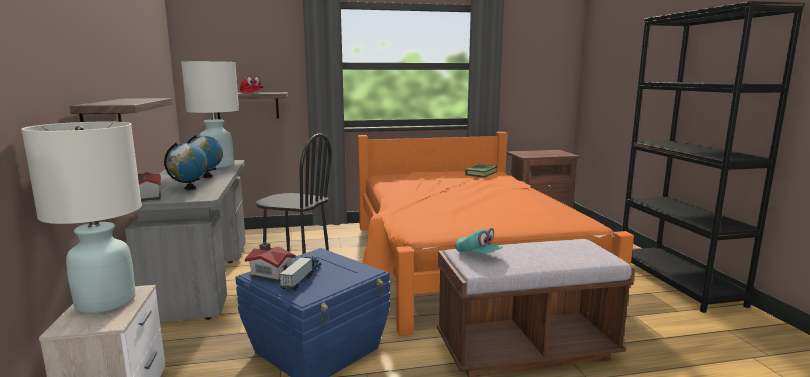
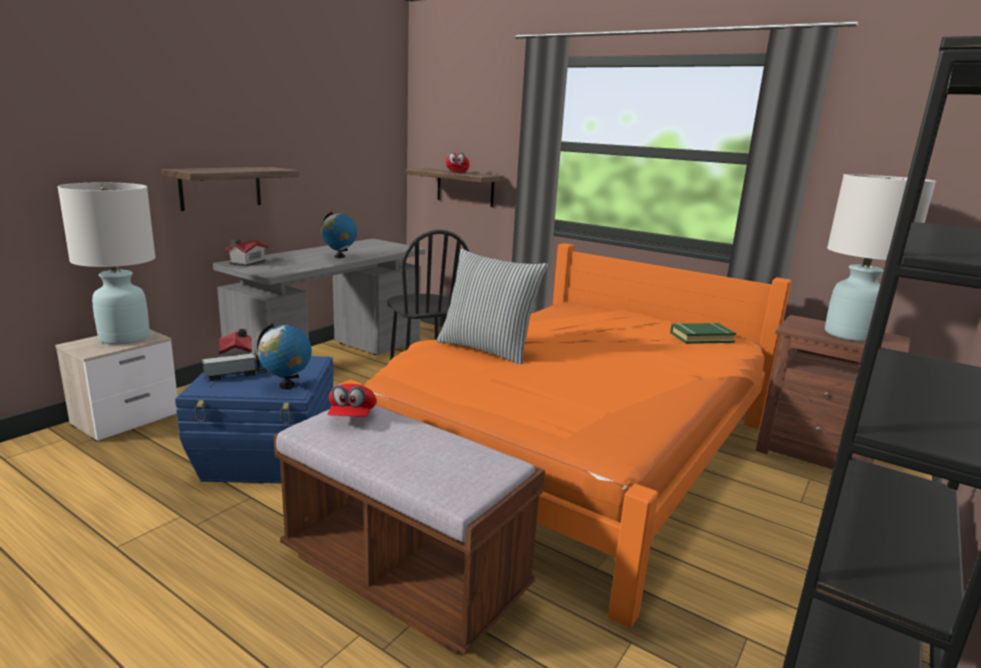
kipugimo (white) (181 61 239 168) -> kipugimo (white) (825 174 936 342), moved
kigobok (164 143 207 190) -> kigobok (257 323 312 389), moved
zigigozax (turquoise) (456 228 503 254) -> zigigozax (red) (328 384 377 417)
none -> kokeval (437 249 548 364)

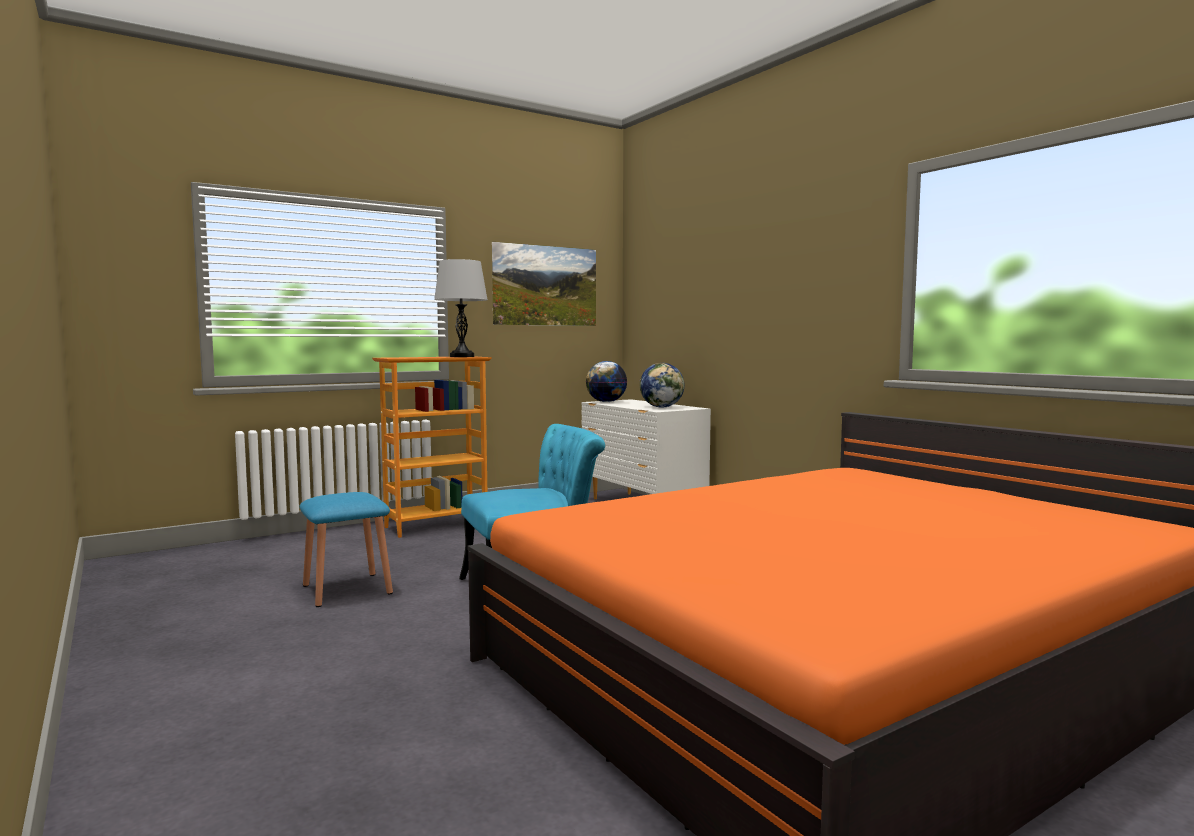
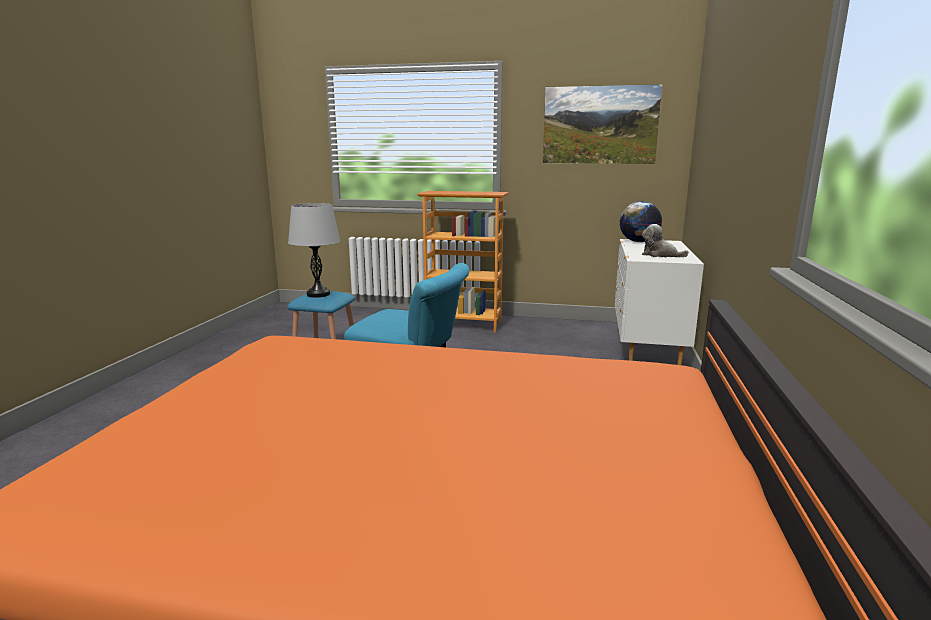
kipugimo (grey) (434 259 488 357) -> kipugimo (grey) (288 203 340 298), moved
kigobok (640 363 684 408) -> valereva (642 224 689 257)

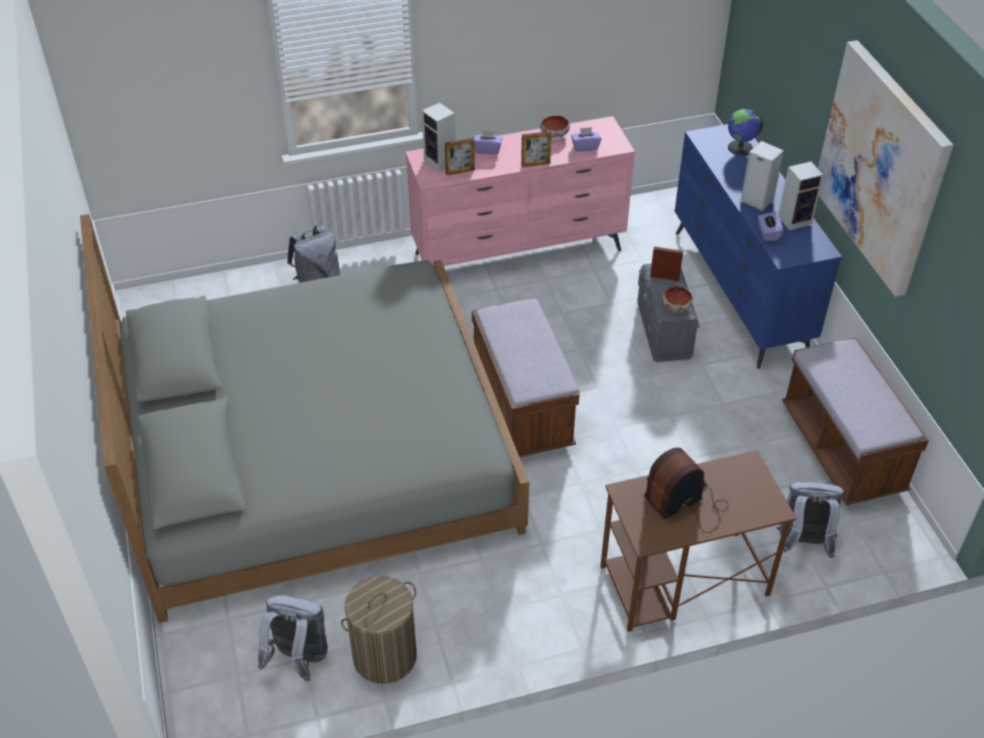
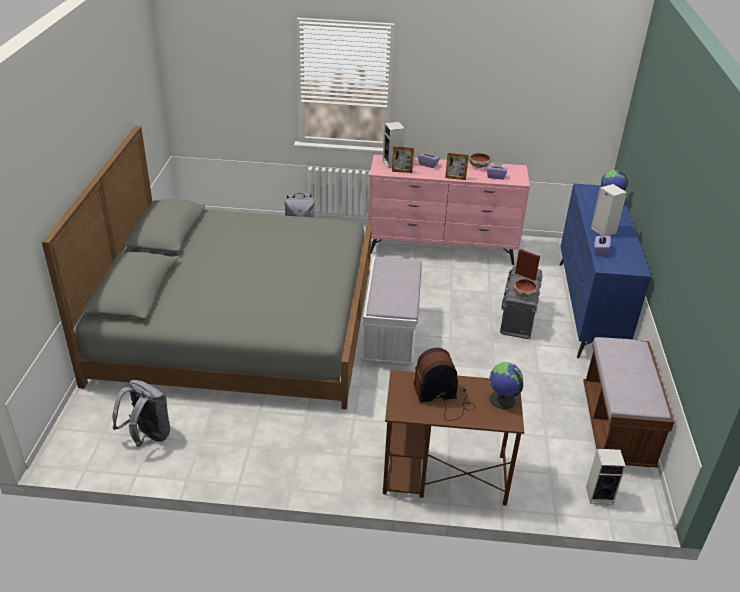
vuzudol (818 40 953 297) -> none
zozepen (778 161 823 230) -> zozepen (586 449 626 505), moved
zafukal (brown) (472 298 580 457) -> zafukal (white) (362 257 422 366)
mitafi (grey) (777 482 844 558) -> none
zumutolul (341 576 417 684) -> none
none -> kigobok (489 362 524 409)

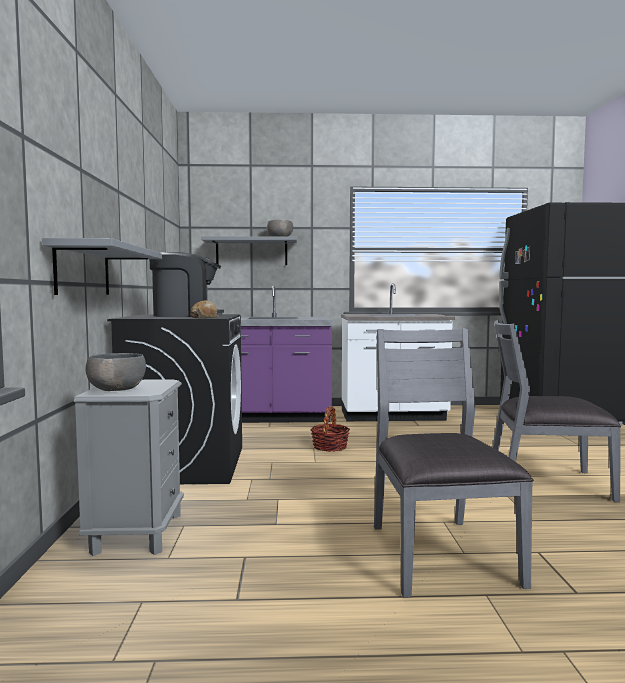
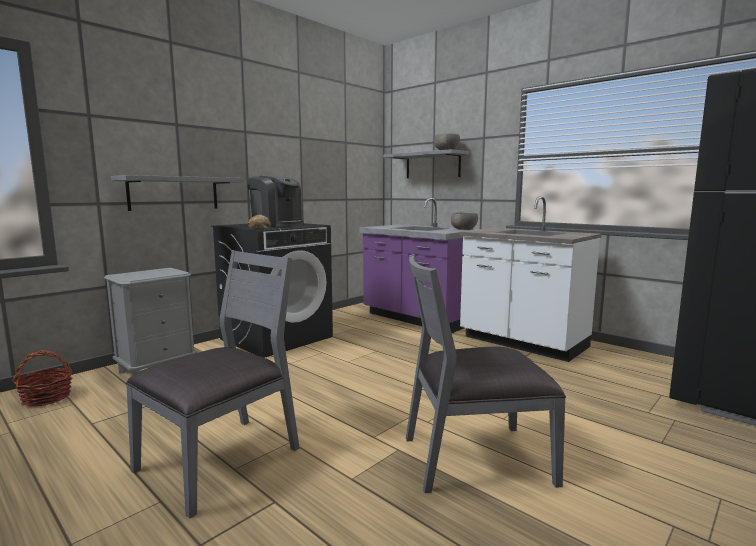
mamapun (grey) (493 320 621 502) -> mamapun (grey) (406 254 566 493), 60 degrees counterclockwise
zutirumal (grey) (86 353 146 391) -> zutirumal (grey) (451 213 478 230), moved
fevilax (310 406 350 452) -> fevilax (13 351 72 407), moved

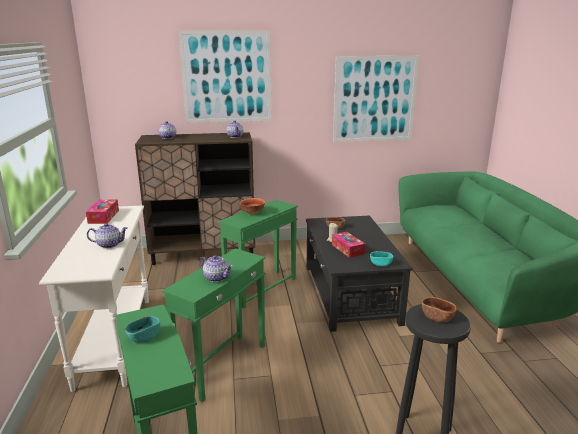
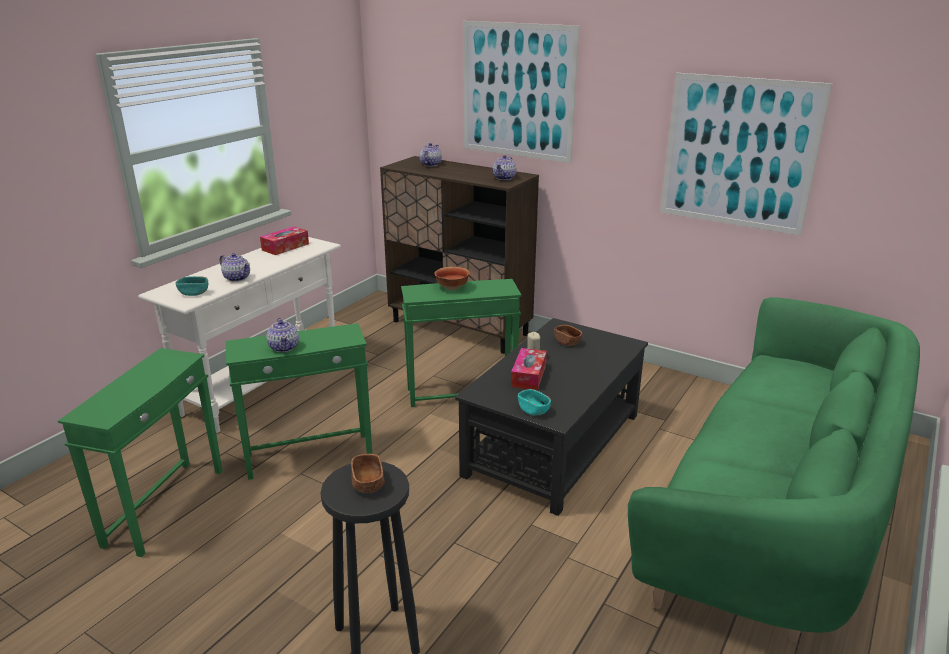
zutirumal (turquoise) (125 316 160 343) -> zutirumal (turquoise) (176 276 208 296), moved

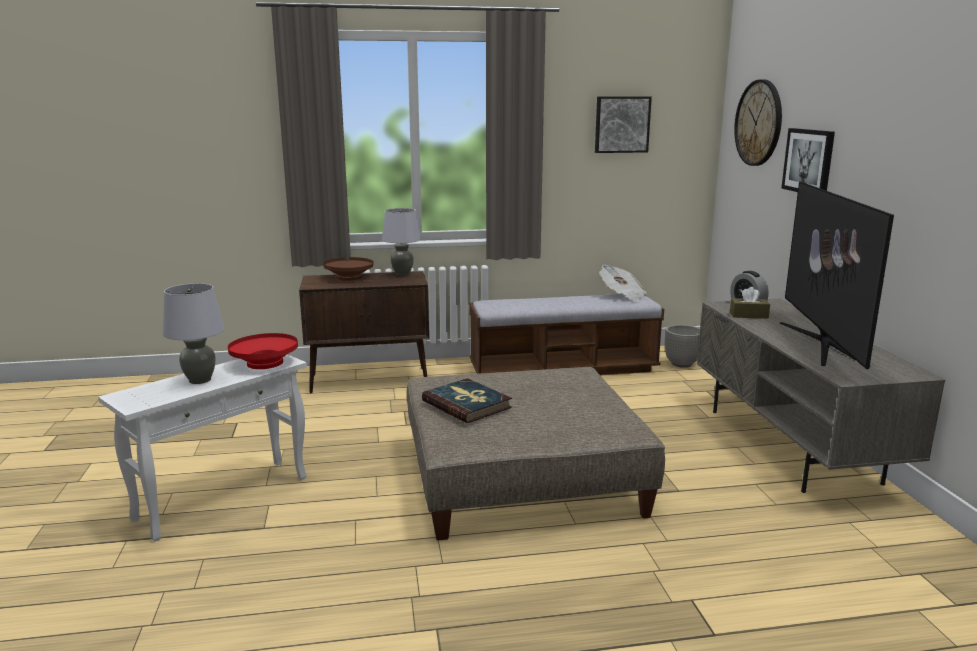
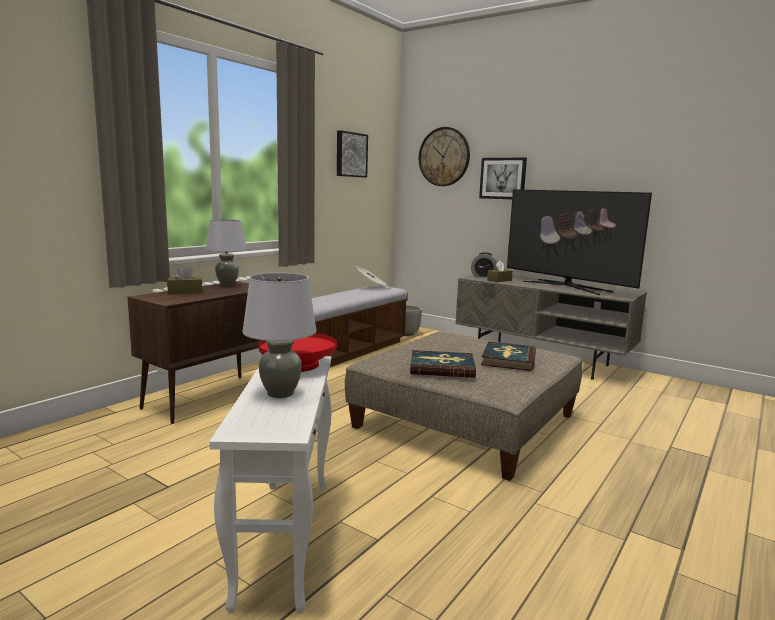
zutirumal (brown) (323 257 373 281) -> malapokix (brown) (167 265 202 294)
none -> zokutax (481 341 536 371)

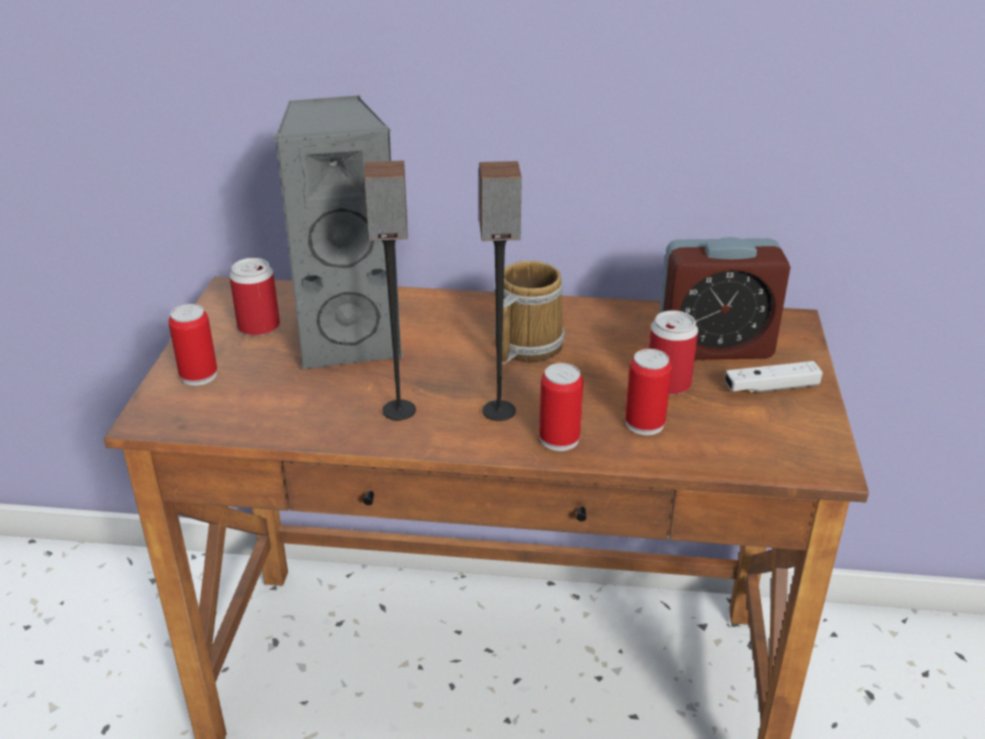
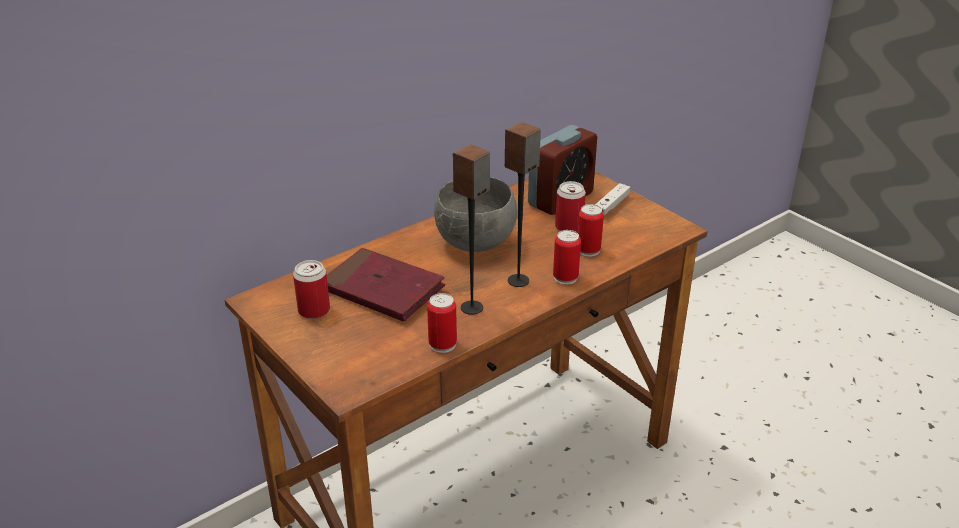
zozepen (grey) (274 95 404 369) -> zokutax (red) (327 248 445 322)
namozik (495 261 565 364) -> zutirumal (grey) (434 177 517 252)
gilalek (168 304 217 386) -> gilalek (427 293 457 353), moved

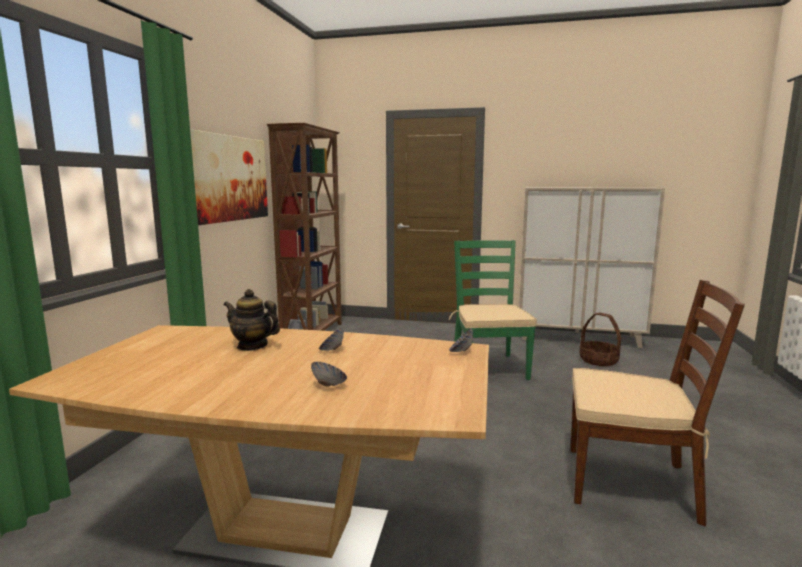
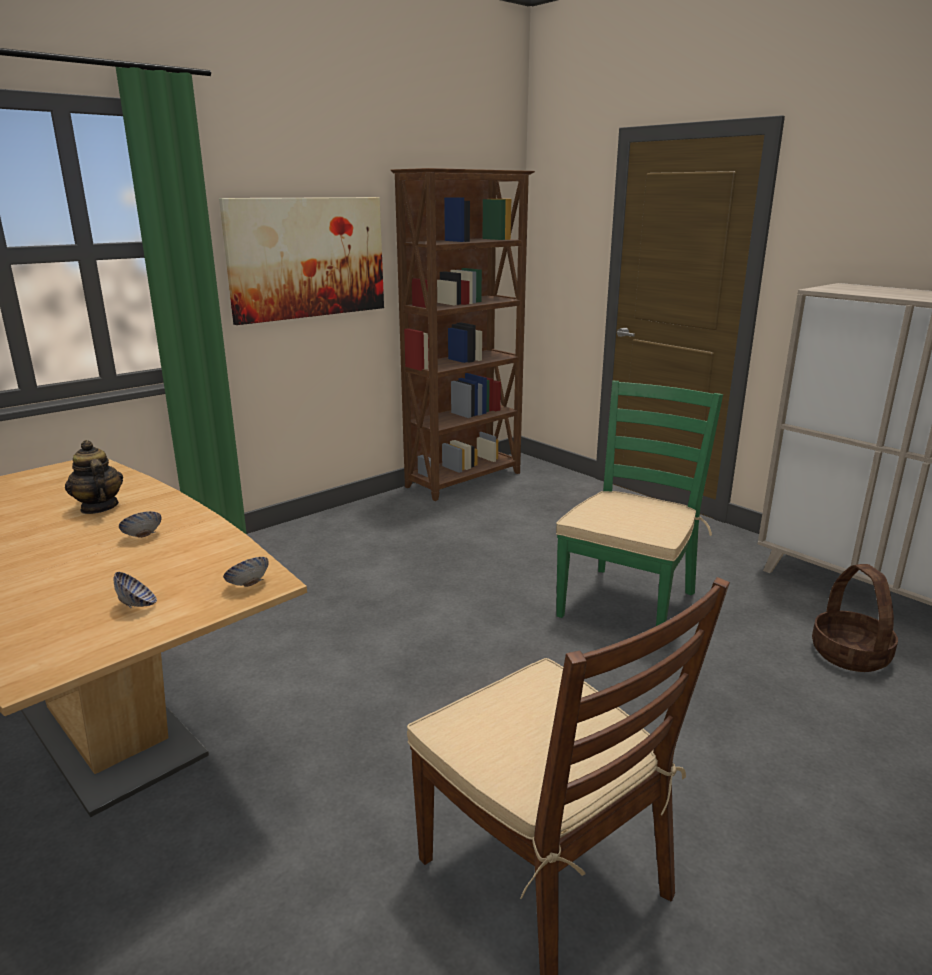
zutirumal (311 362 347 387) -> zutirumal (113 572 157 608), moved

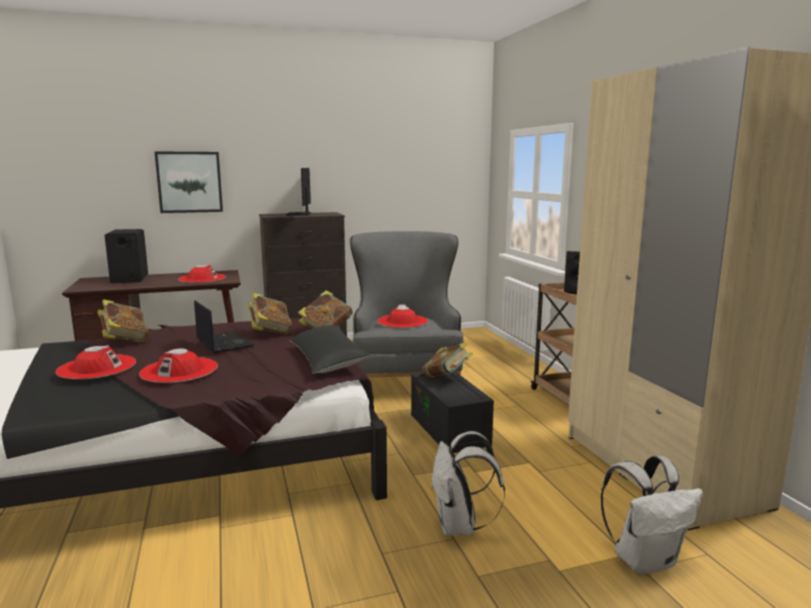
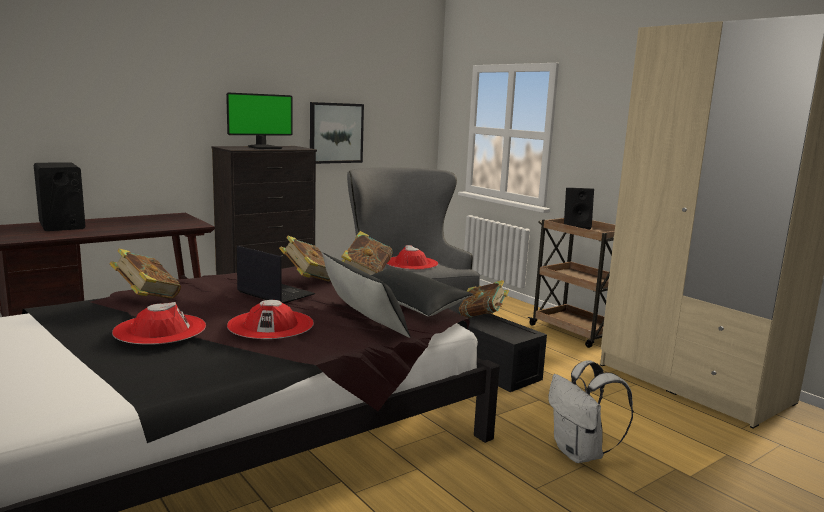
vuzudol (154 151 223 213) -> vuzudol (310 102 364 164), moved
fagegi (286 168 311 216) -> fagegi (226 93 293 149), 105 degrees counterclockwise
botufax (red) (178 264 226 283) -> none
mitafi (white) (601 456 703 575) -> none
none -> kokeval (black) (322 253 410 338)

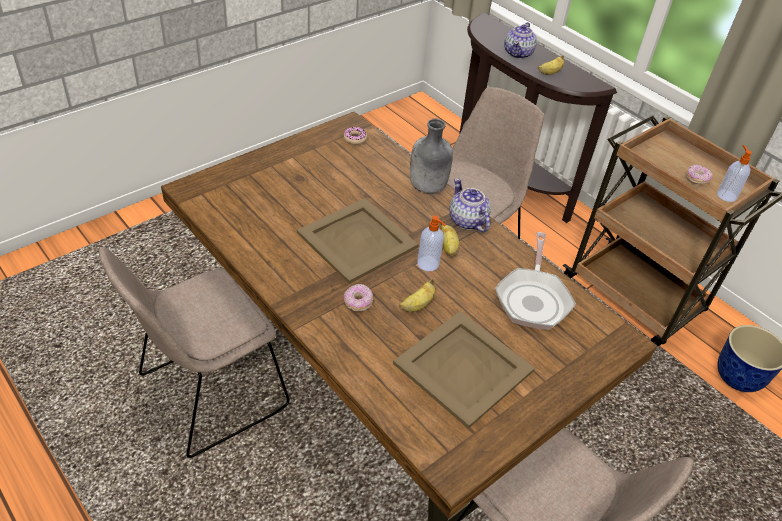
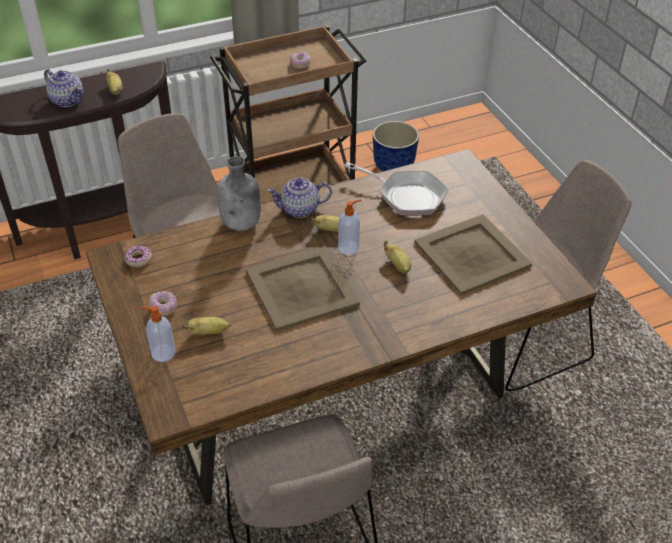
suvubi (717 145 752 202) -> suvubi (140 306 175 362), moved
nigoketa (343 284 373 311) -> nigoketa (149 291 178 316), moved
none -> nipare (183 317 231 335)

